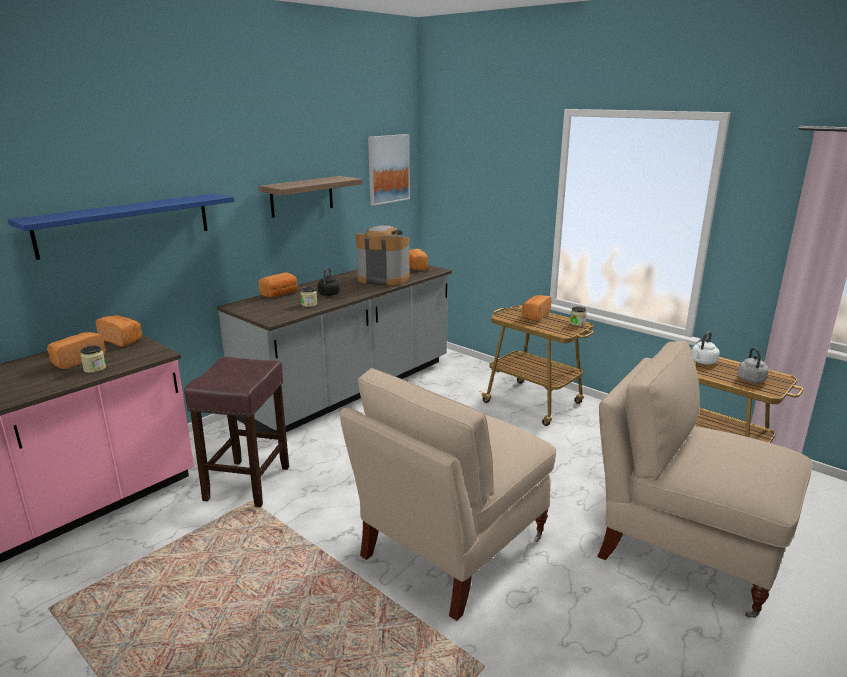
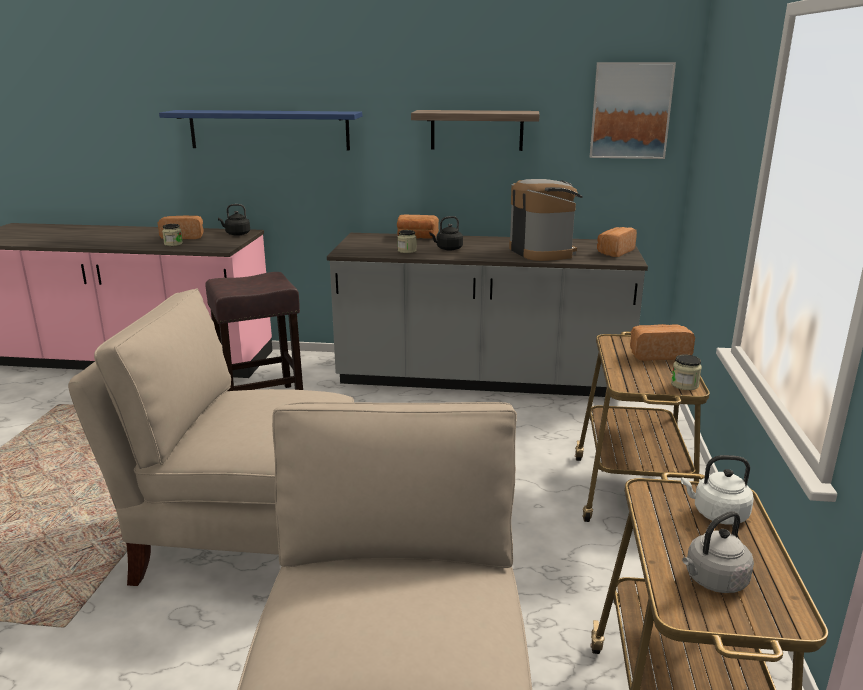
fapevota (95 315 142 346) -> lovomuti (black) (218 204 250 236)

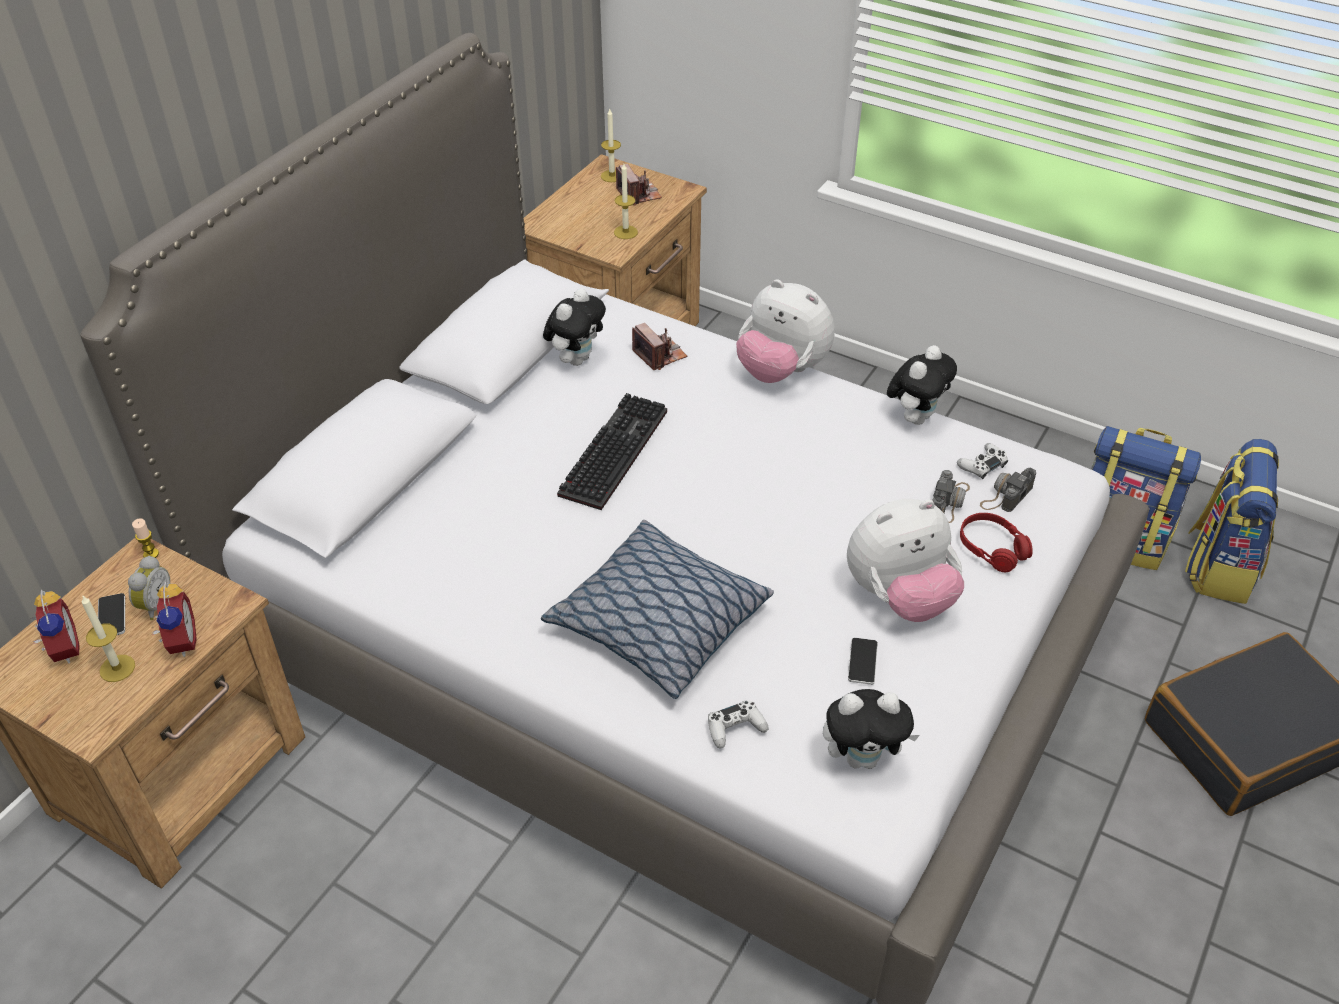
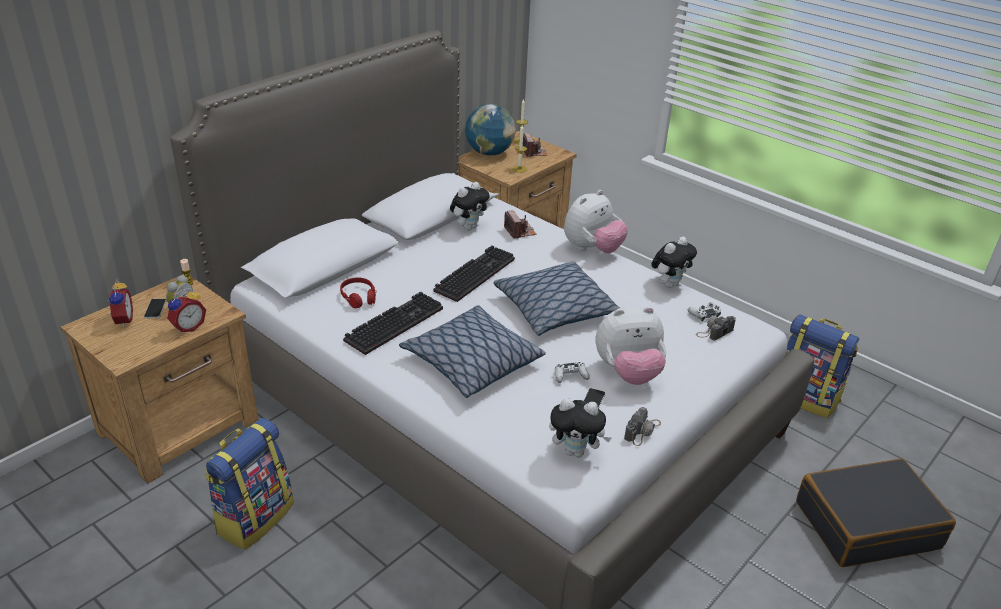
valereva (736 279 835 383) -> valereva (564 190 628 253), 90 degrees counterclockwise
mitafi (1185 439 1279 604) -> mitafi (204 418 294 550), moved
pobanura (932 470 970 523) -> pobanura (624 407 661 446), moved
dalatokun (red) (960 513 1033 572) -> dalatokun (red) (340 277 377 308), moved
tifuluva (152 582 197 657) -> tifuluva (167 288 206 333), 45 degrees clockwise
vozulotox (82 596 135 682) -> none
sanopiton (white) (708 700 769 749) -> sanopiton (white) (555 362 590 383), moved
none -> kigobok (465 104 516 155)
none -> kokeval (494 261 620 336)
none -> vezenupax (343 291 443 355)

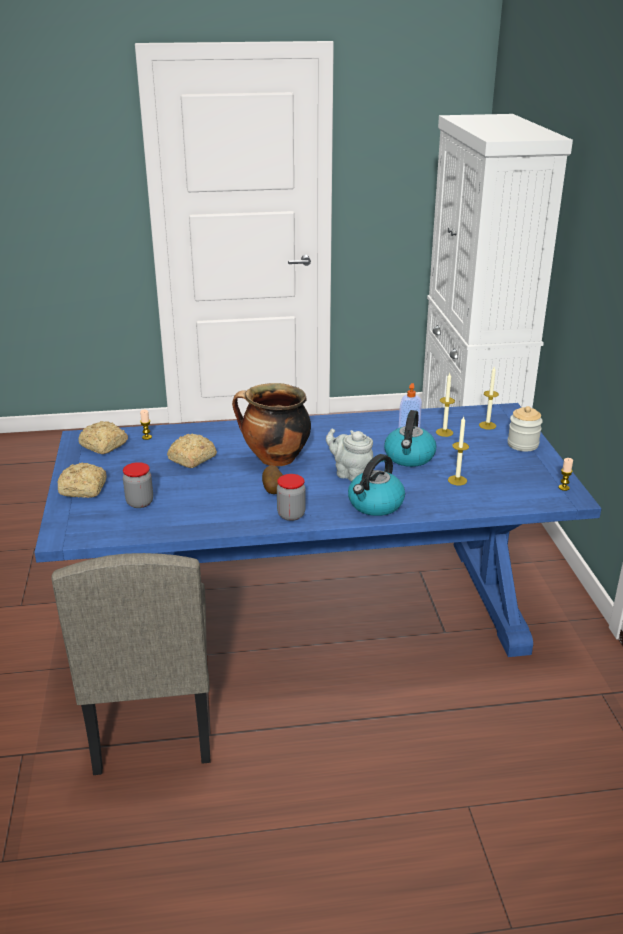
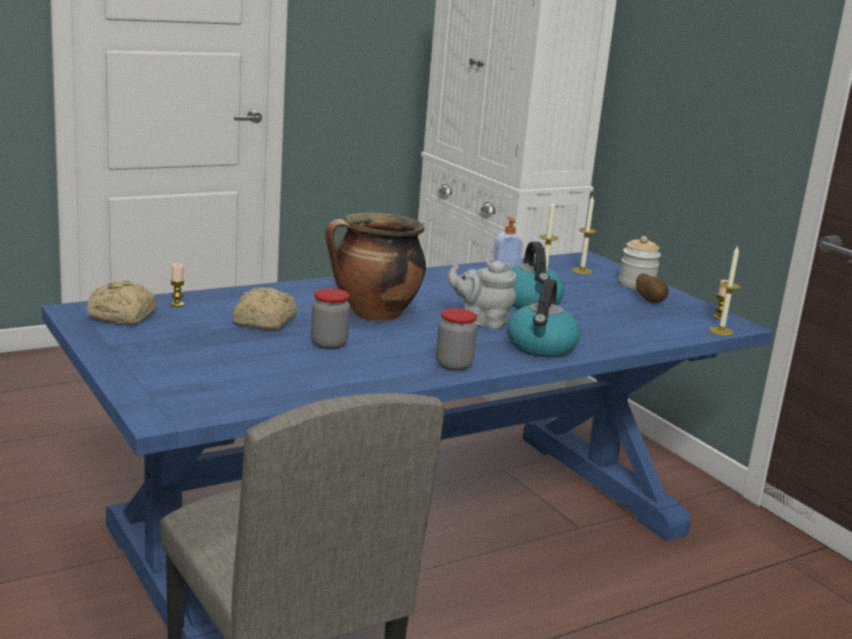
vozulotox (448 416 469 485) -> vozulotox (709 245 741 336), moved
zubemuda (123 462 153 508) -> zubemuda (311 288 350 349), moved
fapevota (58 463 107 498) -> none
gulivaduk (262 466 283 494) -> gulivaduk (636 273 669 303), moved

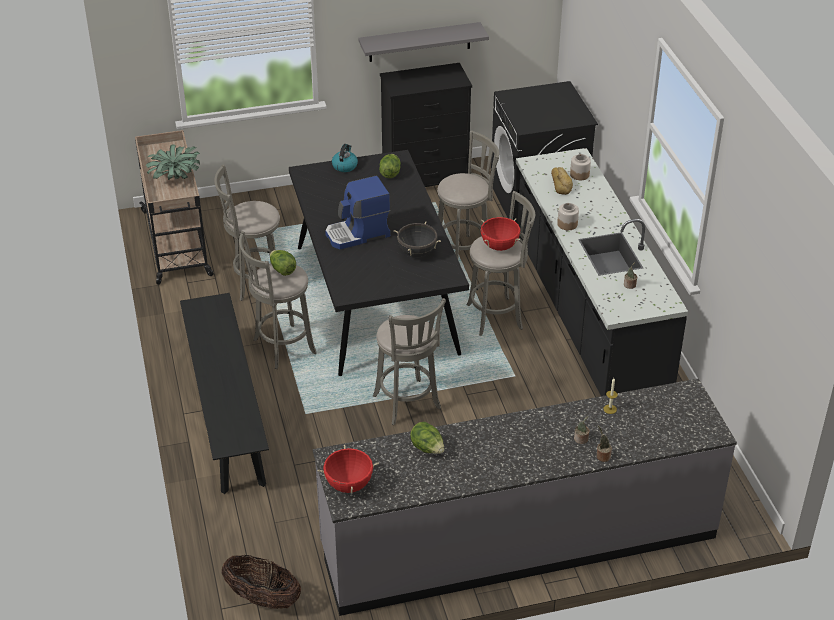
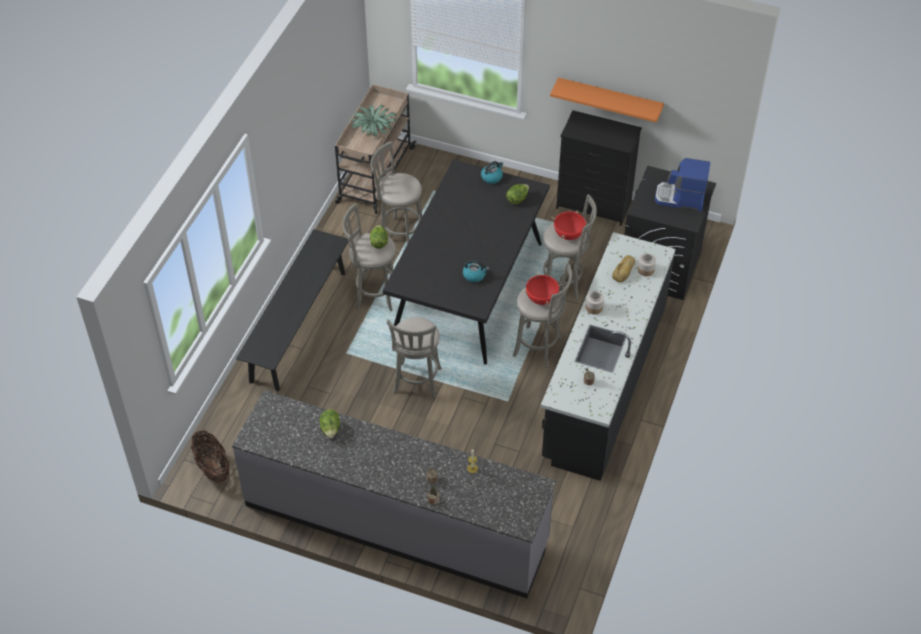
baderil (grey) (358 22 489 62) -> baderil (orange) (550 77 664 123)
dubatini (325 176 390 249) -> dubatini (655 158 710 211), moved
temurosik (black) (394 222 441 257) -> lovomuti (463 260 489 282)
temurosik (red) (317 445 379 493) -> temurosik (red) (551 210 589 240), moved

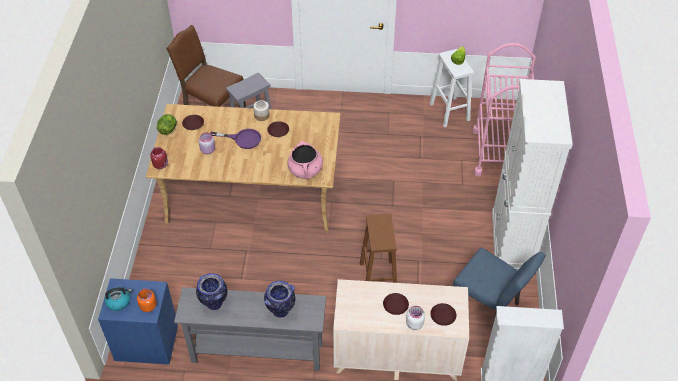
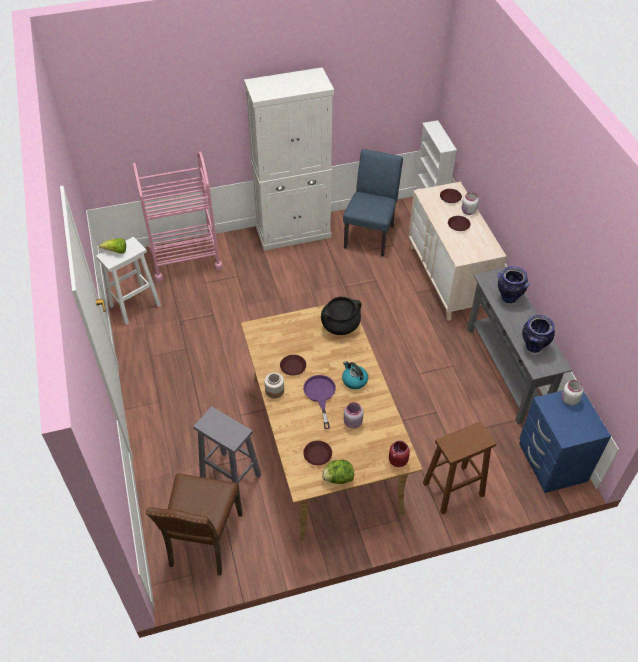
temurosik (pink) (288 141 323 179) -> temurosik (black) (321 297 362 335)
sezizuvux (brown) (360 214 397 283) -> sezizuvux (brown) (423 421 496 515), moved
lovomuti (105 287 132 311) -> lovomuti (342 361 368 389), moved
zubemuda (orange) (137 289 157 312) -> zubemuda (white) (561 380 583 405)

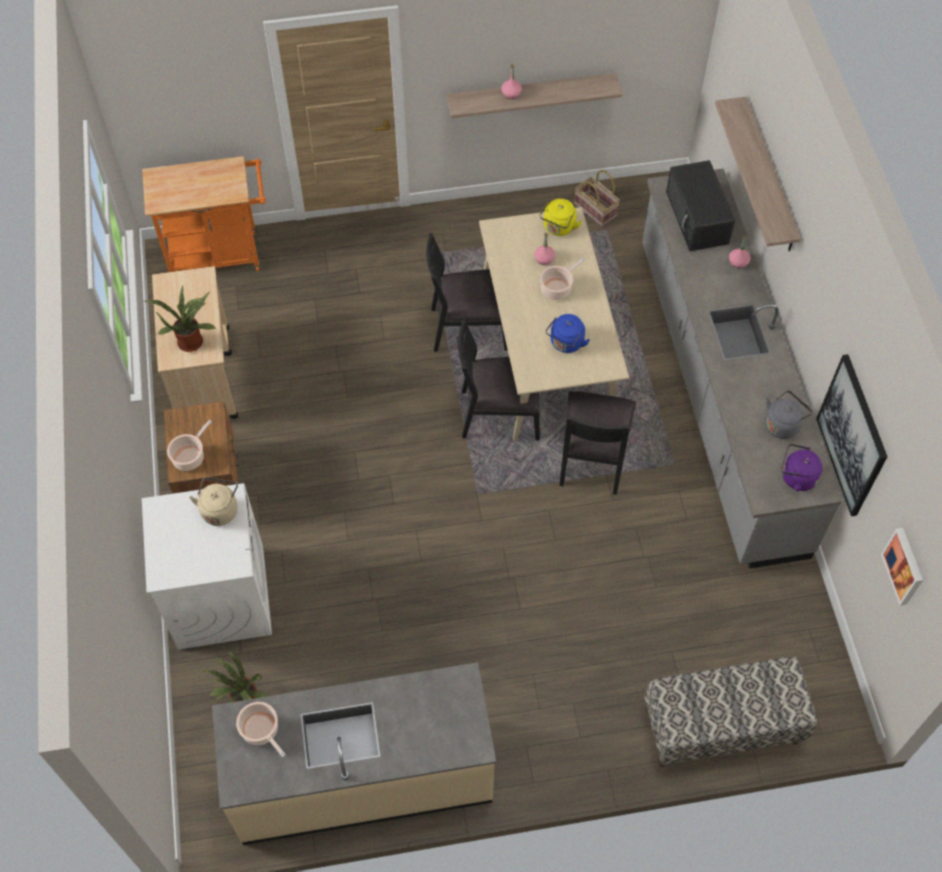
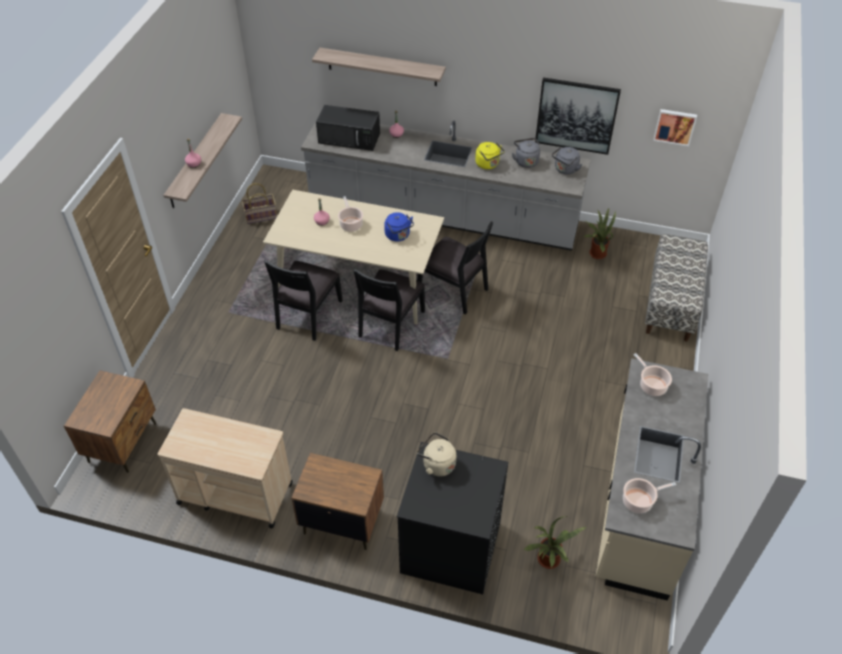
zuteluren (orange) (142 156 266 272) -> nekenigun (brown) (64 370 156 473)
lovomuti (yellow) (540 199 582 236) -> lovomuti (yellow) (475 142 505 169), moved
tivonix (144 286 216 352) -> tivonix (584 208 616 259), moved
temurosik (167 420 212 471) -> temurosik (634 353 672 396), moved
lovomuti (purple) (781 444 823 491) -> lovomuti (grey) (552 147 582 175)
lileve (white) (142 483 272 650) -> lileve (black) (397 442 508 594)

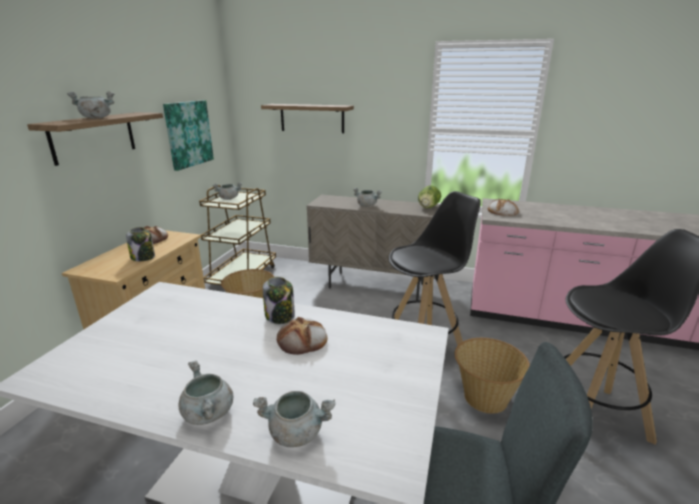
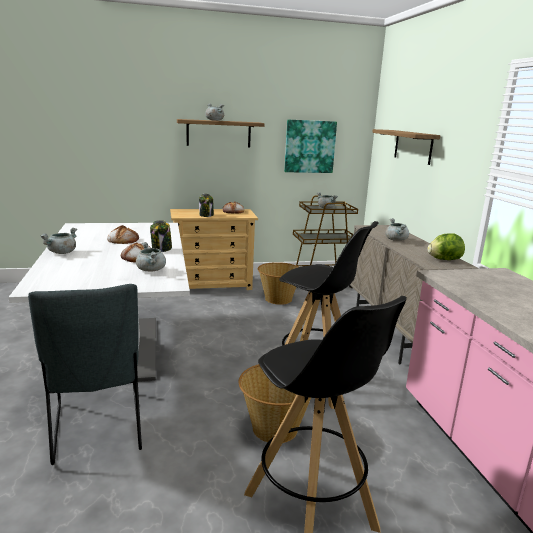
fapevota (488 198 519 216) -> fapevota (107 225 139 244), moved
temurosik (grey) (253 391 335 447) -> temurosik (grey) (136 242 166 271), moved

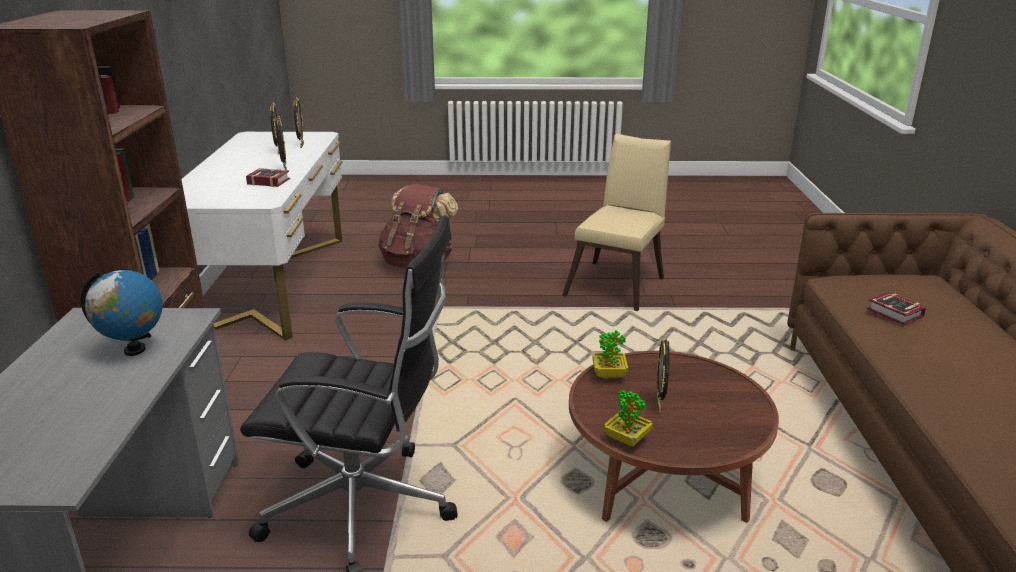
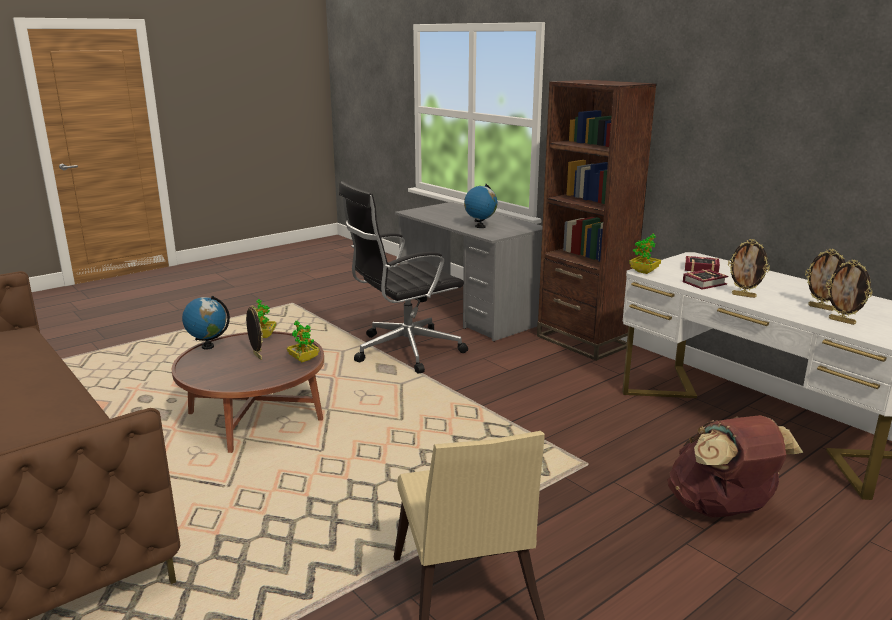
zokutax (867 292 927 325) -> zokutax (685 256 720 273), moved
none -> tivonix (629 234 661 274)
none -> kigobok (182 296 230 350)

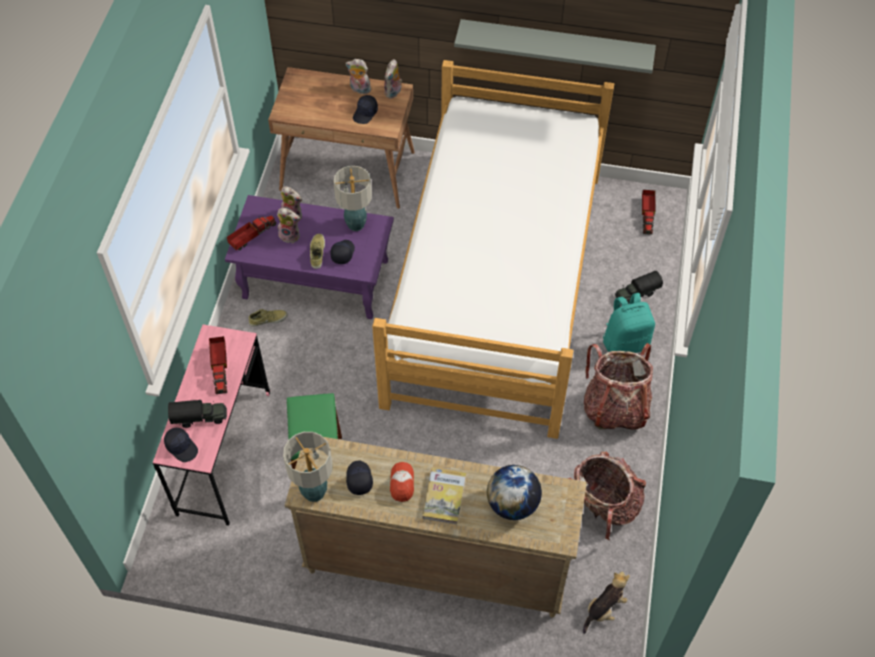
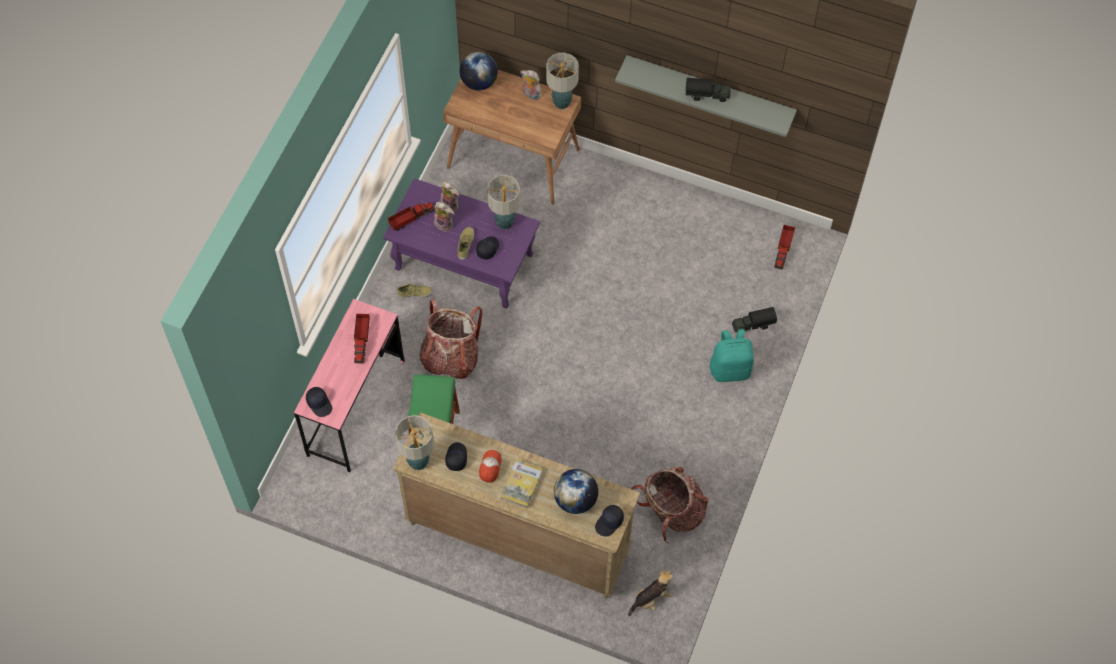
valereva (384 59 402 99) -> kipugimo (546 53 579 109)
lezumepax (372 60 614 439) -> none
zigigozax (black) (353 95 378 124) -> zigigozax (black) (595 505 624 537), moved
mitafi (584 343 653 430) -> mitafi (419 299 482 379), moved
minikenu (168 400 227 428) -> minikenu (686 78 730 102), moved
none -> kigobok (460 52 498 90)

